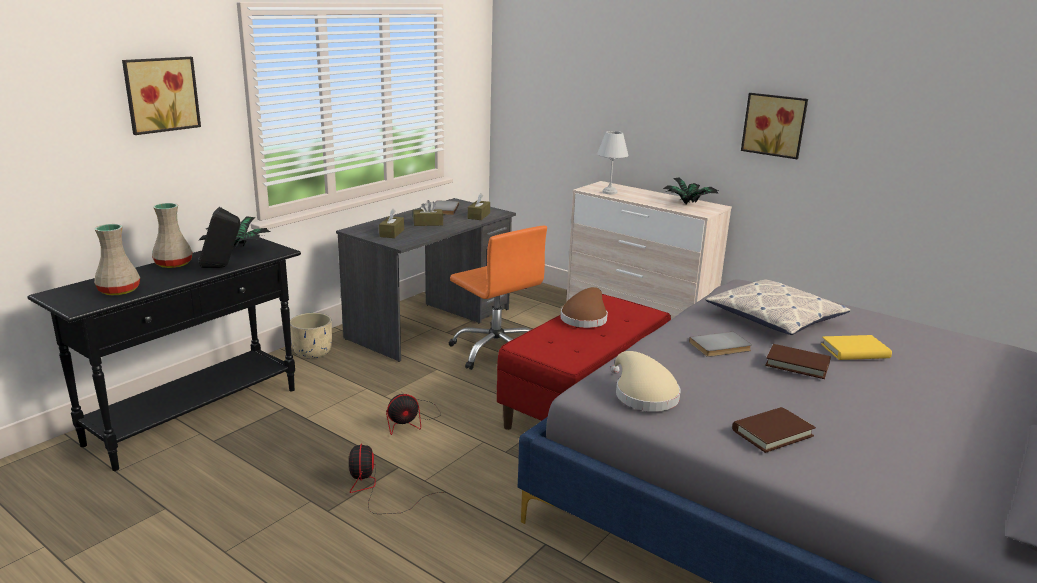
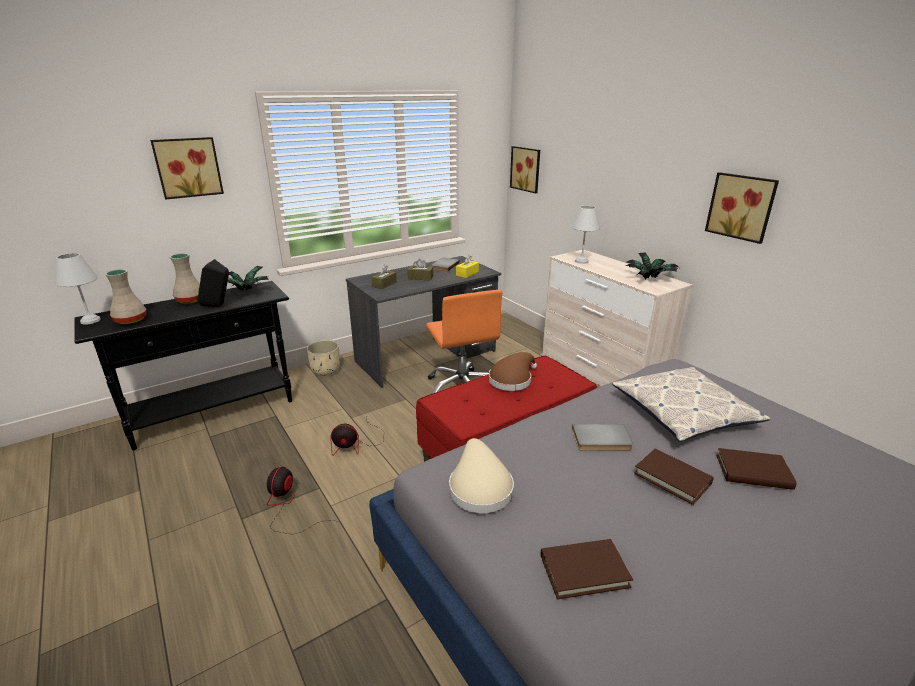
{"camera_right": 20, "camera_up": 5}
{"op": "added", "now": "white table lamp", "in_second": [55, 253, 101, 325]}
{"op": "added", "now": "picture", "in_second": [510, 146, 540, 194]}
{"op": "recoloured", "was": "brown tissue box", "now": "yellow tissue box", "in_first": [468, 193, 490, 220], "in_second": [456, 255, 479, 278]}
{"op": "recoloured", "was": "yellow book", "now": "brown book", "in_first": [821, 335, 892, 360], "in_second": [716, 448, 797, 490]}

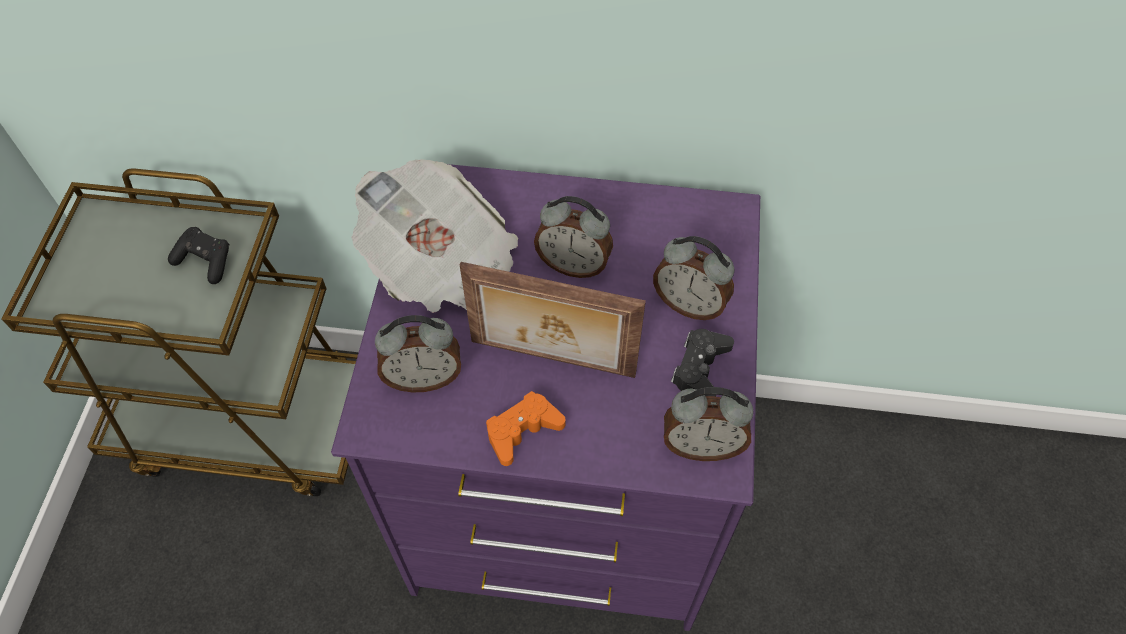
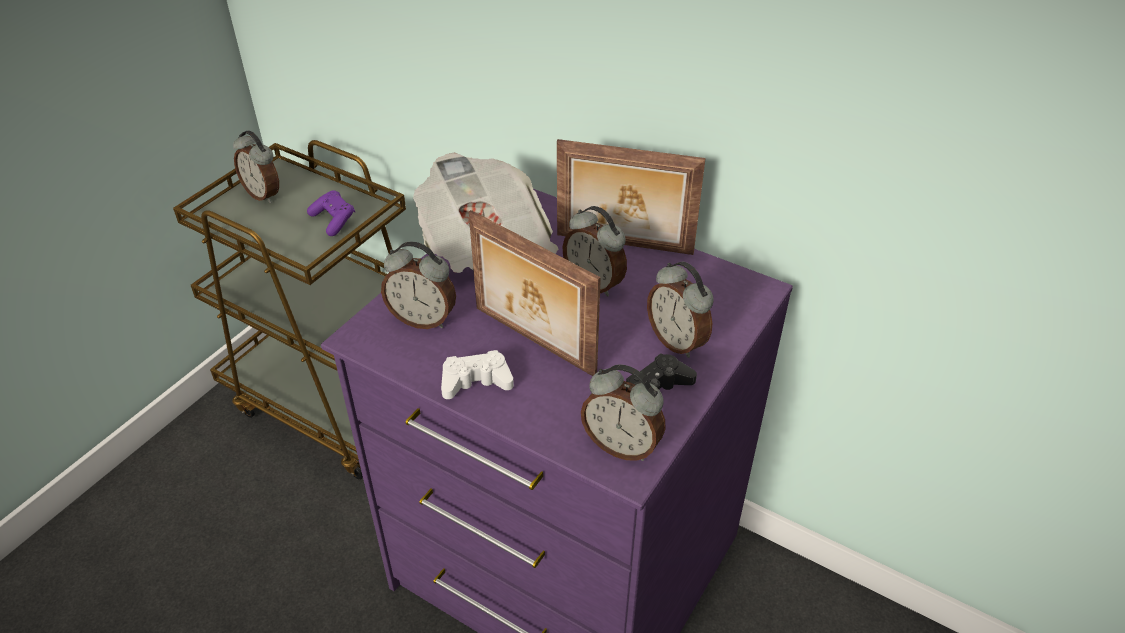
{"camera_right": 25, "camera_up": -15}
{"op": "added", "now": "alarm clock", "in_second": [233, 130, 279, 203]}
{"op": "added", "now": "picture frame", "in_second": [557, 139, 706, 255]}
{"op": "recoloured", "was": "black game controller", "now": "purple game controller", "in_first": [168, 227, 229, 284], "in_second": [307, 190, 355, 236]}
{"op": "recoloured", "was": "orange game controller", "now": "white game controller", "in_first": [486, 391, 565, 466], "in_second": [441, 350, 514, 399]}

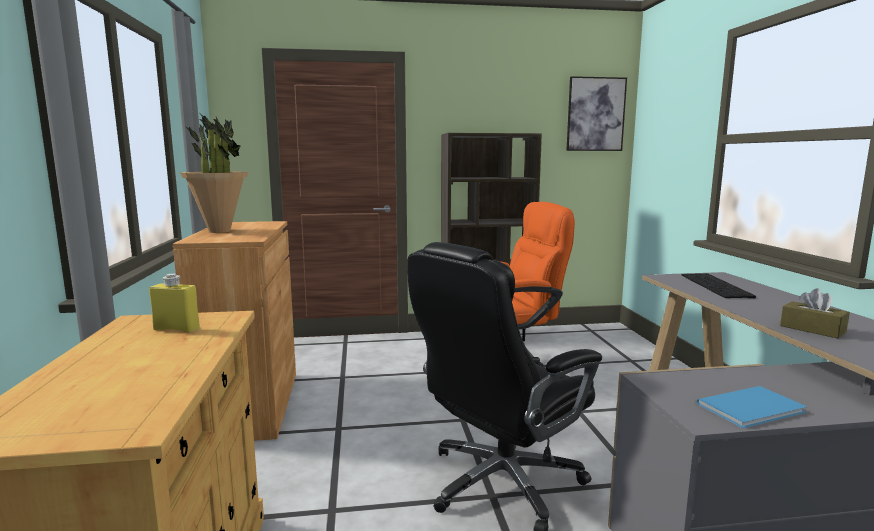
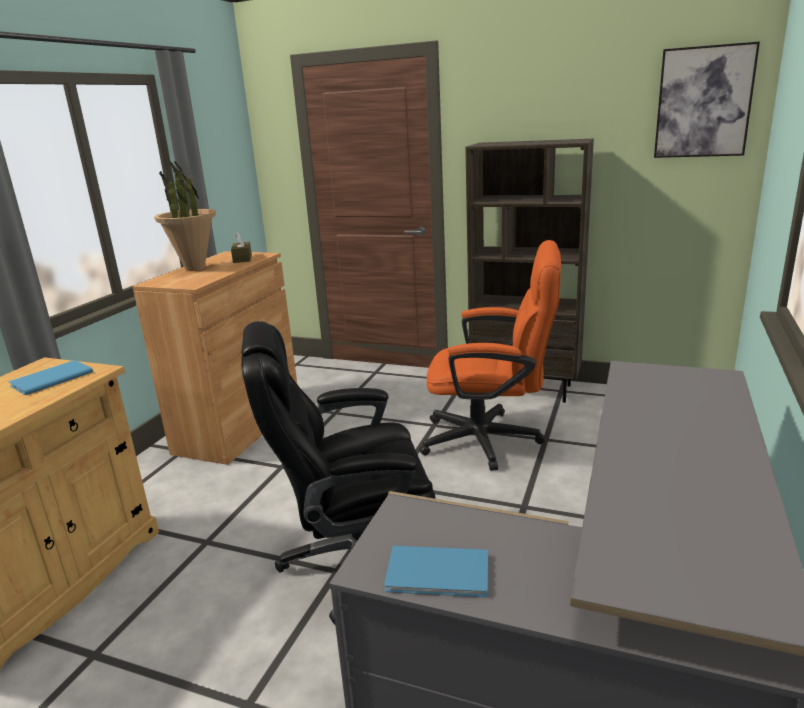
{"camera_right": 30, "camera_up": 10}
{"op": "removed", "was": "keyboard", "in_first": [682, 273, 756, 298]}
{"op": "moved", "was": "brown tissue box", "in_first": [780, 288, 850, 338], "in_second": [231, 232, 252, 263]}
{"op": "replaced", "was": "yellow bottle", "now": "blue book", "in_first": [149, 273, 200, 332], "in_second": [9, 360, 93, 395]}

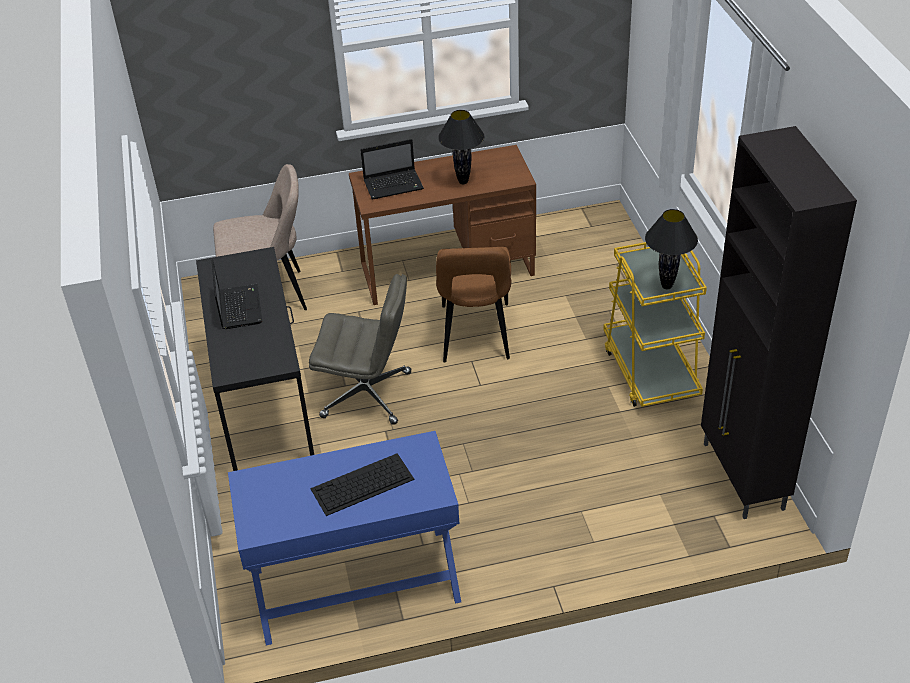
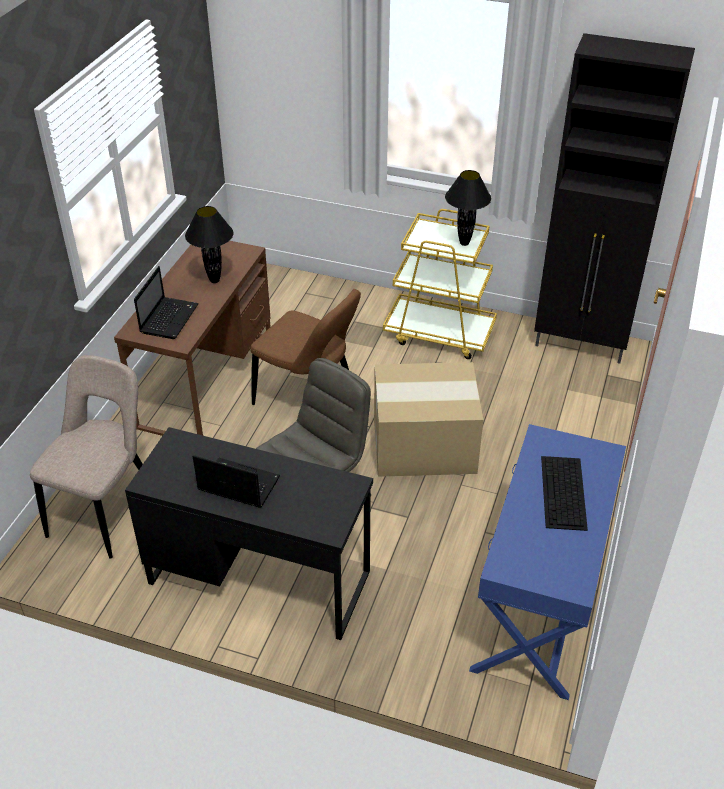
{"camera_right": -60, "camera_up": 0}
{"op": "added", "now": "cardboard box", "in_second": [374, 362, 483, 477]}

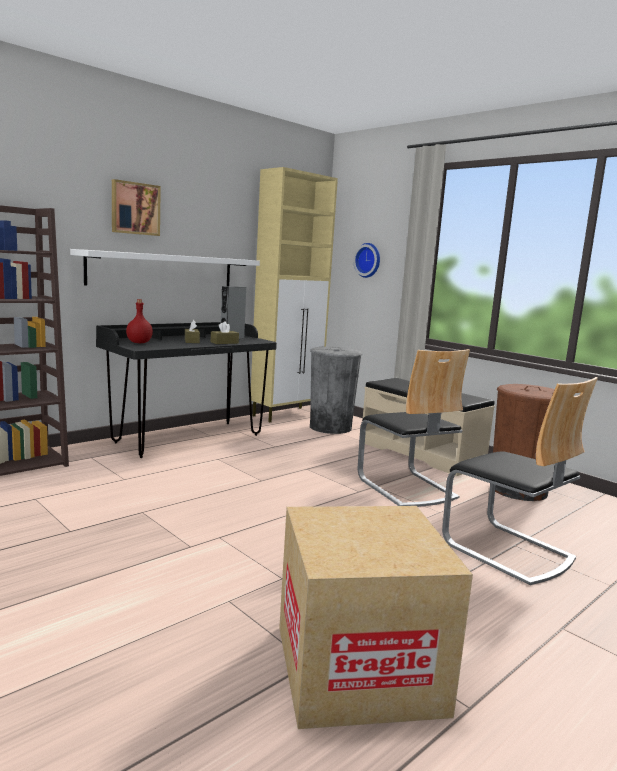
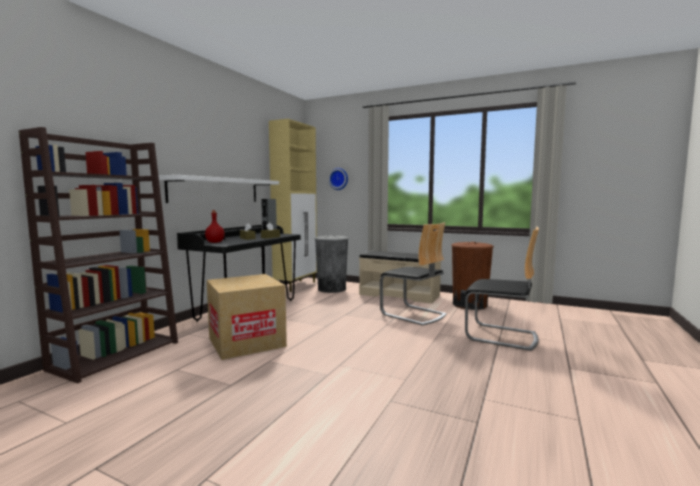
{"camera_right": -20, "camera_up": -5}
{"op": "removed", "was": "picture", "in_first": [112, 179, 161, 236]}
{"op": "moved", "was": "cardboard box", "in_first": [279, 506, 473, 729], "in_second": [207, 274, 287, 360]}

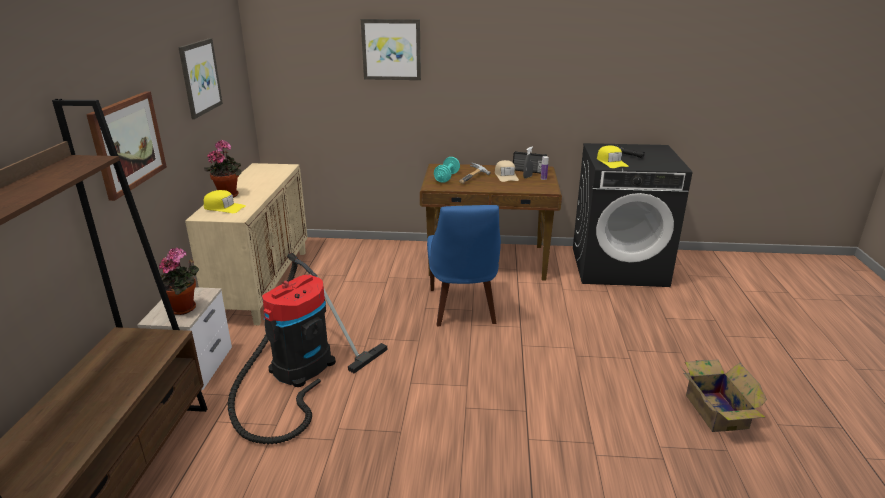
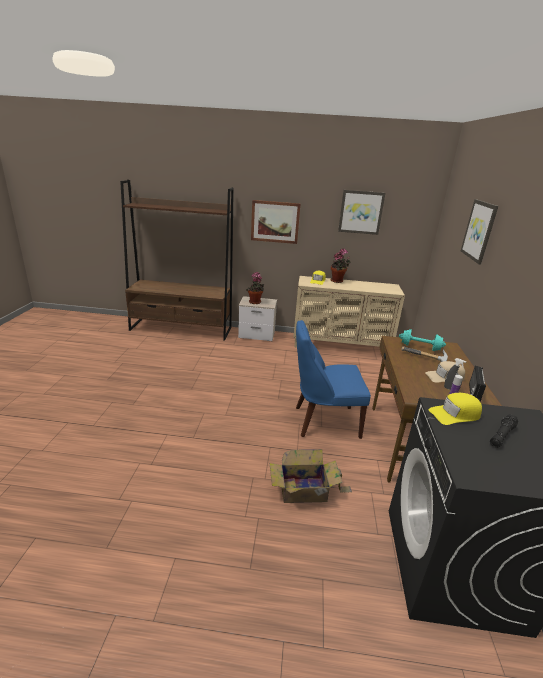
{"camera_right": 90, "camera_up": 0}
{"op": "removed", "was": "vacuum cleaner", "in_first": [227, 253, 387, 444]}
{"op": "moved", "was": "cardboard box", "in_first": [681, 360, 767, 432], "in_second": [270, 449, 352, 503]}

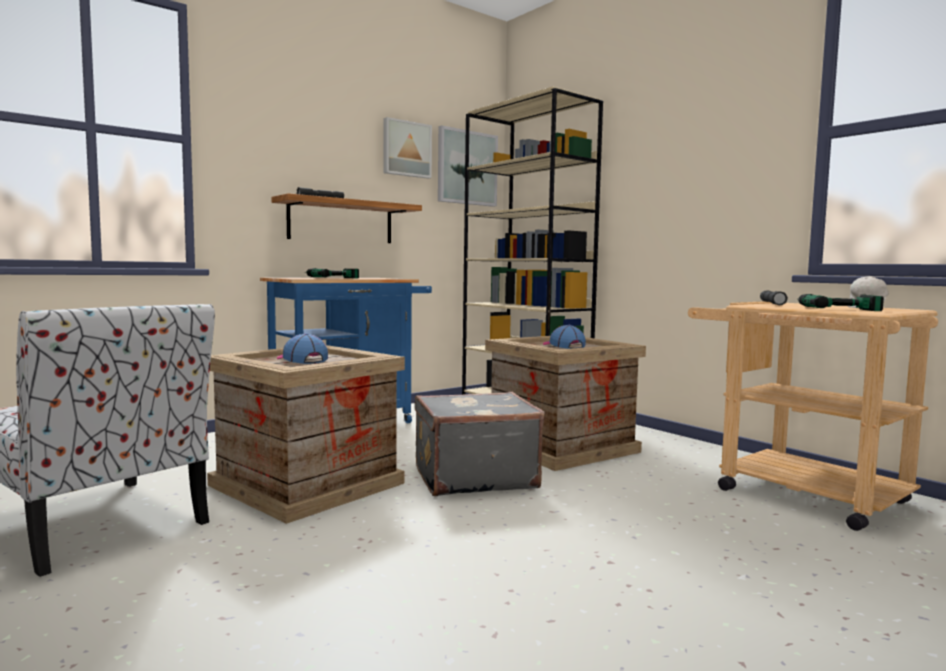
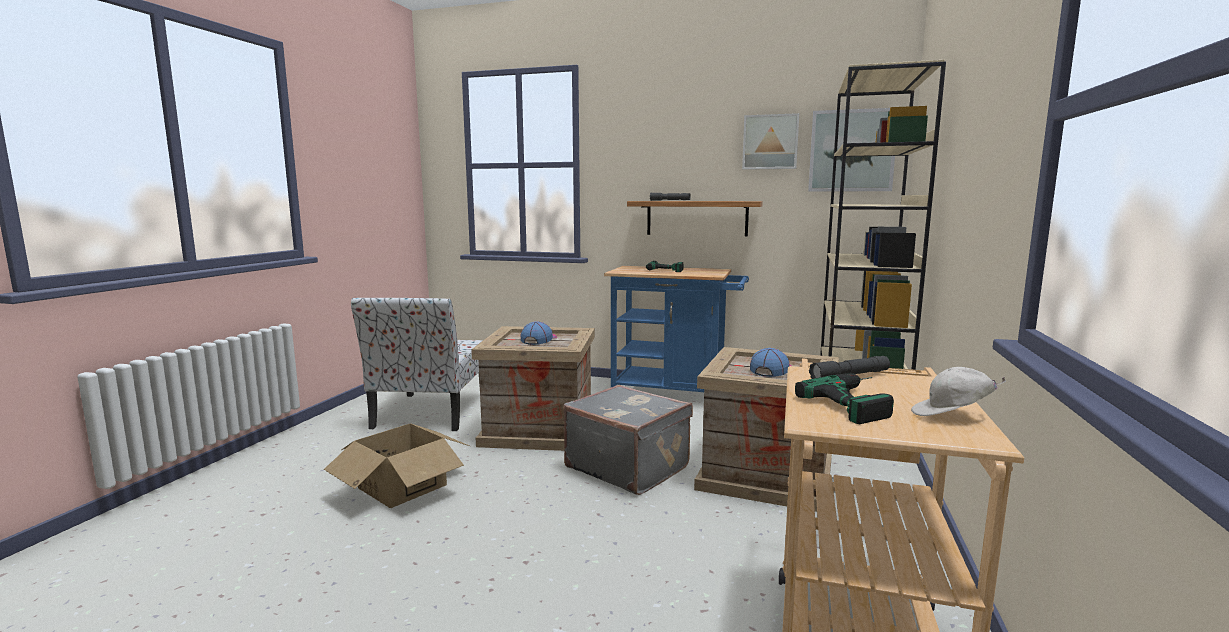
{"camera_right": 55, "camera_up": 5}
{"op": "added", "now": "cardboard box", "in_second": [324, 424, 469, 508]}

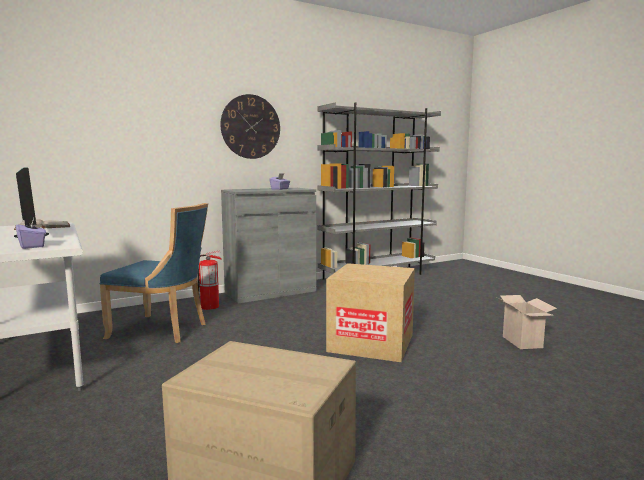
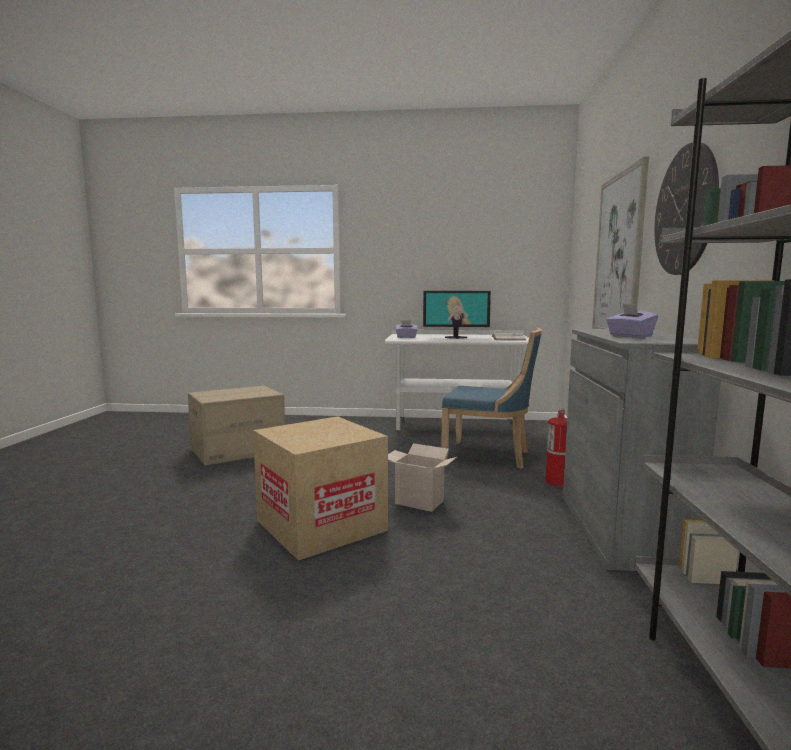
{"camera_right": 125, "camera_up": 0}
{"op": "added", "now": "picture", "in_second": [592, 157, 649, 329]}
{"op": "moved", "was": "cardboard box", "in_first": [497, 295, 557, 349], "in_second": [388, 443, 457, 512]}
{"op": "turned", "was": "blue chair", "in_first": [100, 203, 208, 343], "in_second": [441, 327, 542, 469], "clockwise": -120}

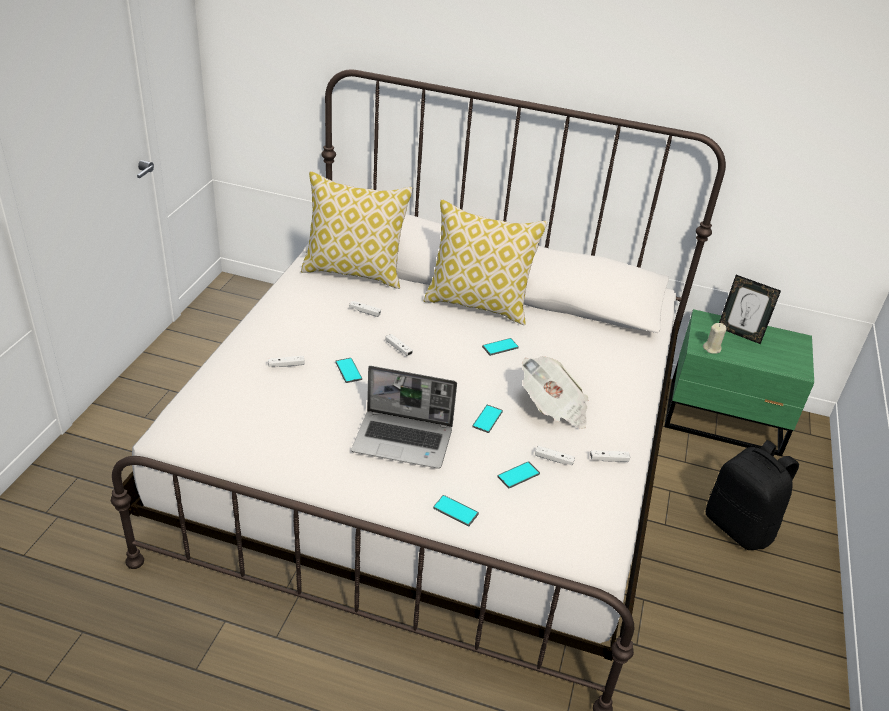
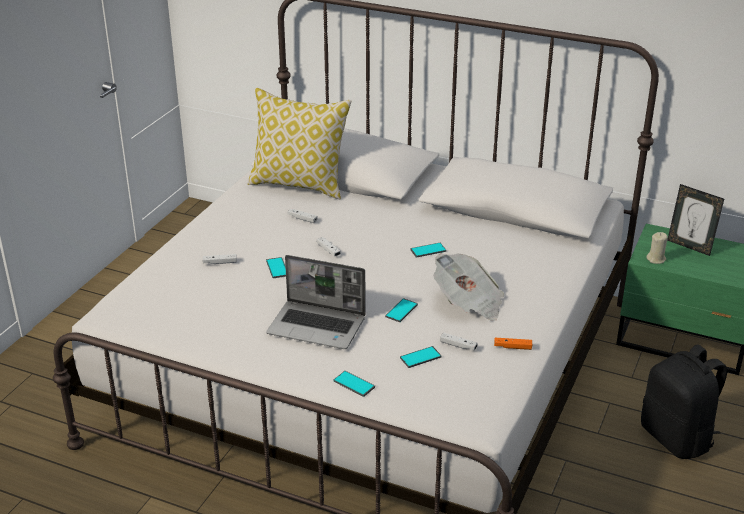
{"camera_right": 10, "camera_up": -5}
{"op": "removed", "was": "pillow", "in_first": [424, 199, 548, 325]}
{"op": "recoloured", "was": "white game controller", "now": "orange game controller", "in_first": [590, 450, 630, 462], "in_second": [494, 338, 532, 350]}

